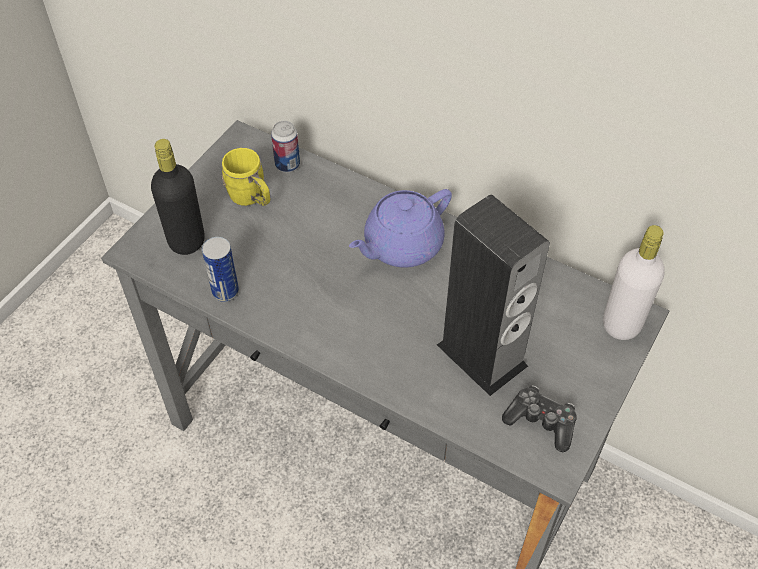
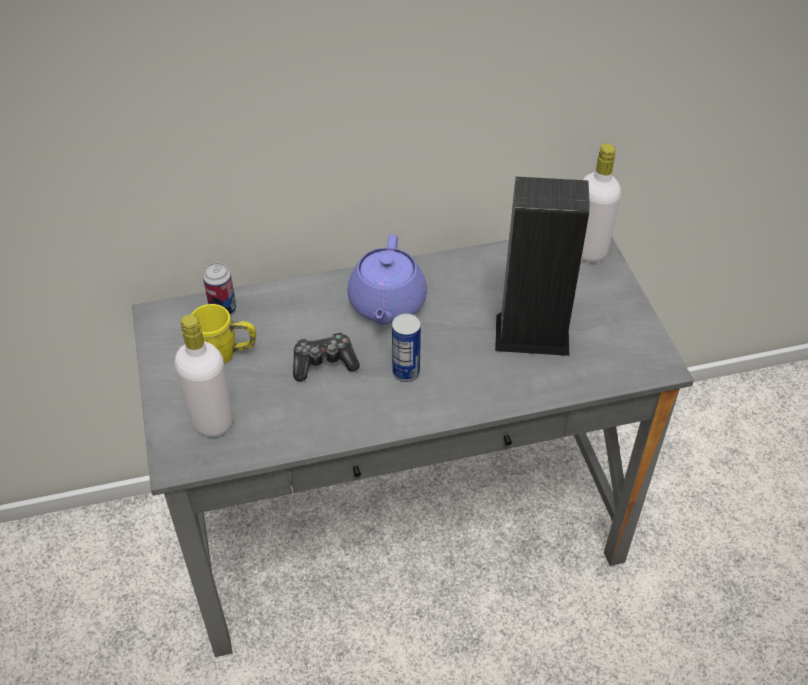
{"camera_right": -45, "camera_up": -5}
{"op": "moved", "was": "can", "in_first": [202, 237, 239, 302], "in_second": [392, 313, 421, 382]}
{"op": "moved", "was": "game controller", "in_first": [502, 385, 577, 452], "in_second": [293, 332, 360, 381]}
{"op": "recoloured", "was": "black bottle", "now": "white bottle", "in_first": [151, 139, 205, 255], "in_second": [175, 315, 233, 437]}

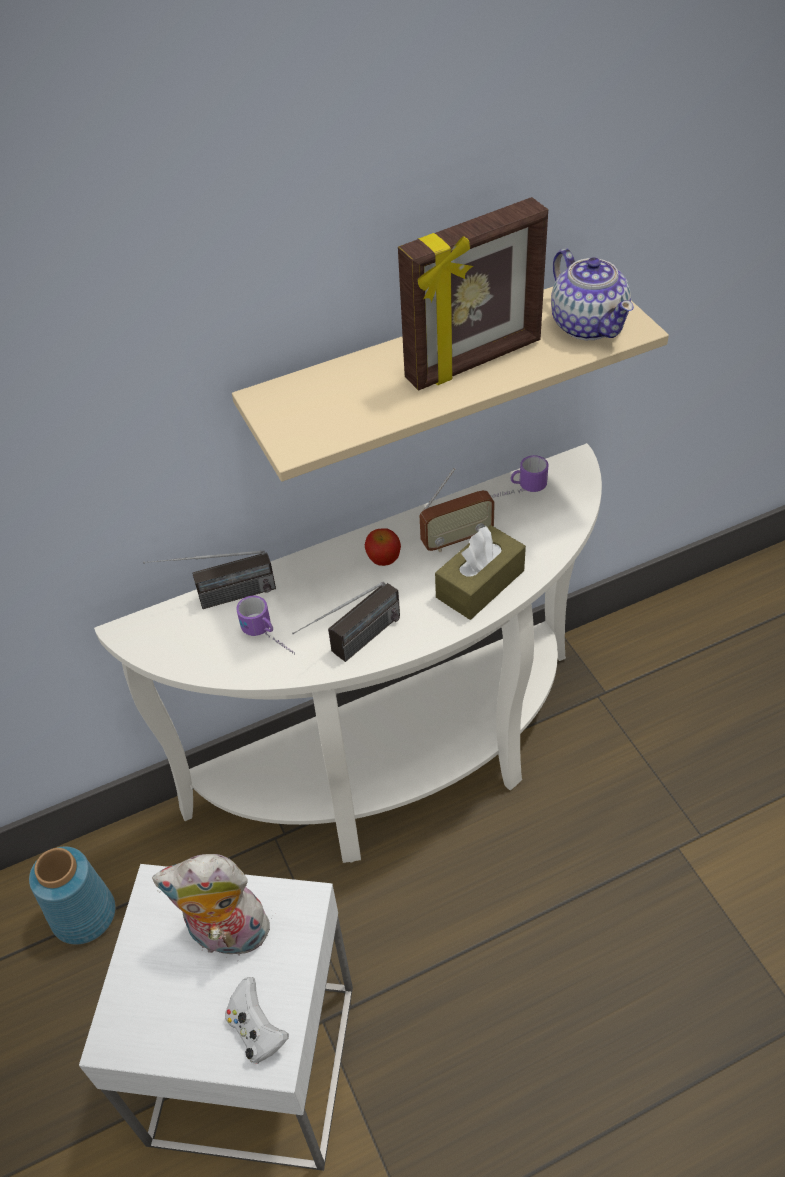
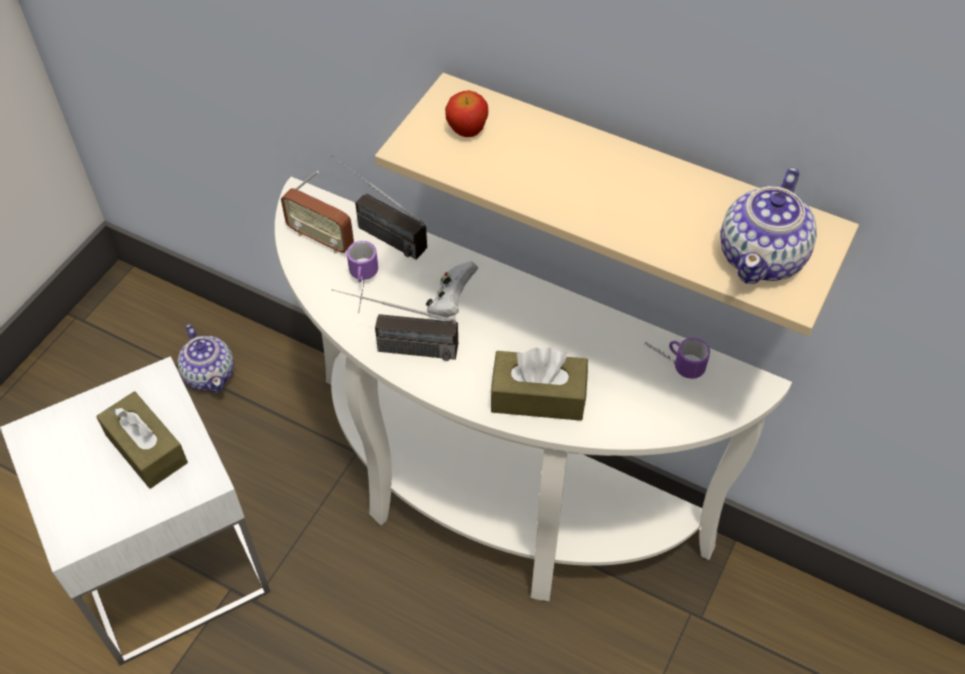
{"camera_right": 50, "camera_up": 5}
{"op": "removed", "was": "picture frame", "in_first": [398, 197, 548, 391]}
{"op": "moved", "was": "white game controller", "in_first": [225, 977, 289, 1064], "in_second": [426, 261, 478, 318]}
{"op": "moved", "was": "apple", "in_first": [365, 528, 401, 566], "in_second": [445, 90, 488, 137]}
{"op": "moved", "was": "radio", "in_first": [420, 468, 495, 552], "in_second": [281, 171, 354, 254]}
{"op": "replaced", "was": "blue vase", "now": "teapot", "in_first": [29, 847, 116, 945], "in_second": [178, 324, 234, 393]}
{"op": "replaced", "was": "plush toy", "now": "brown tissue box", "in_first": [152, 854, 272, 956], "in_second": [96, 391, 188, 489]}

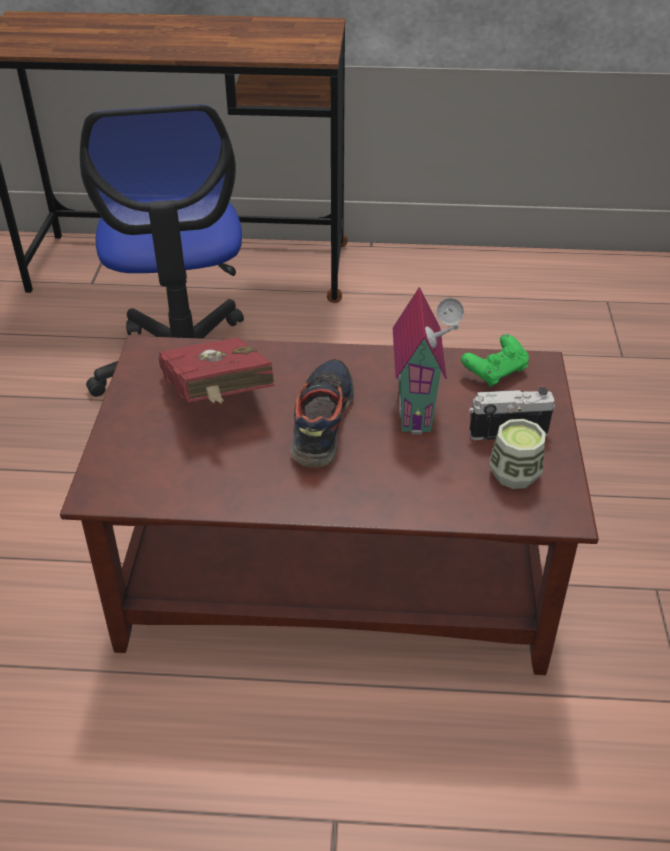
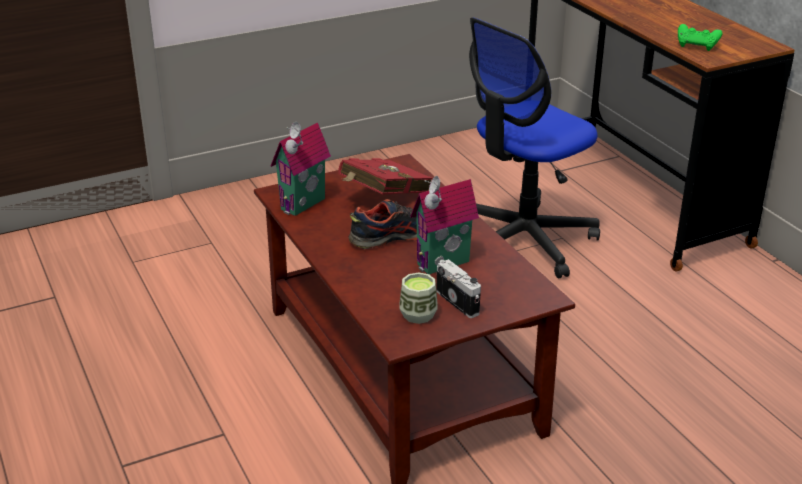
{"camera_right": 60, "camera_up": -10}
{"op": "added", "now": "toy house", "in_second": [270, 122, 331, 216]}
{"op": "moved", "was": "green game controller", "in_first": [461, 334, 529, 387], "in_second": [678, 24, 723, 51]}

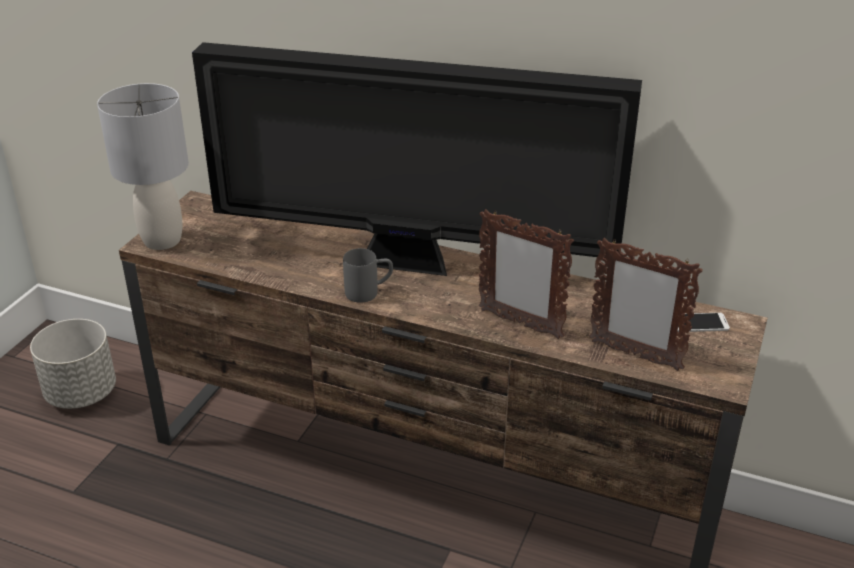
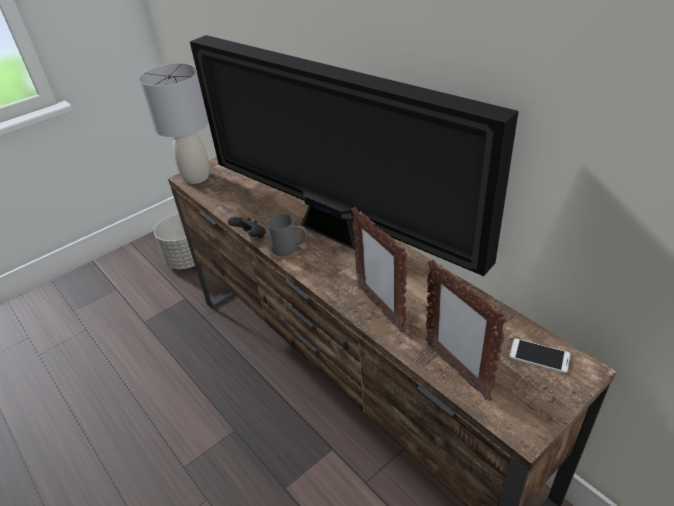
{"camera_right": 30, "camera_up": 5}
{"op": "added", "now": "black game controller", "in_second": [228, 217, 266, 238]}

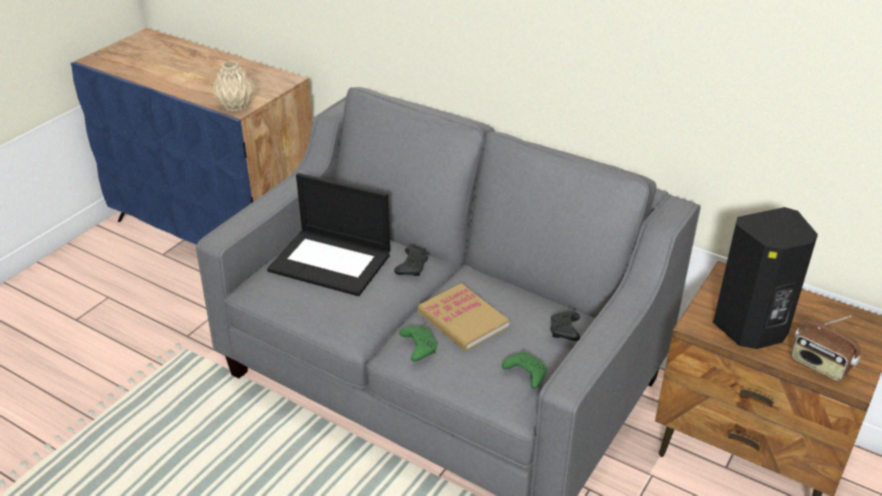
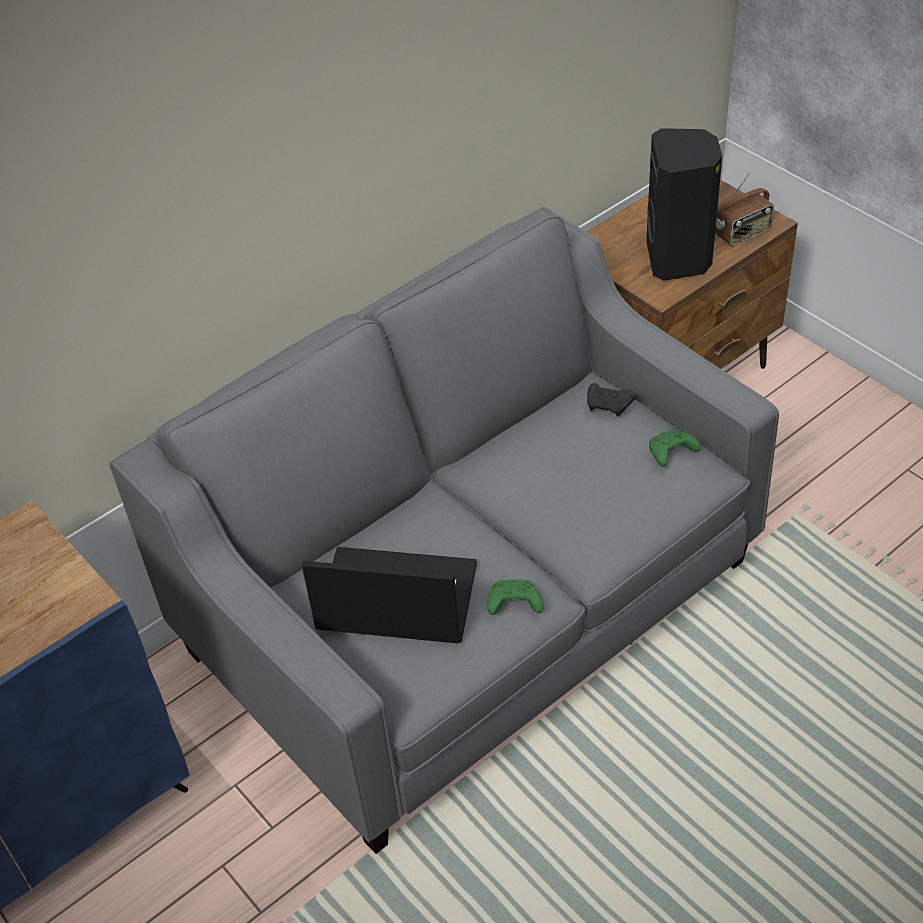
{"camera_right": -70, "camera_up": 10}
{"op": "removed", "was": "beige vase", "in_first": [212, 61, 255, 112]}
{"op": "removed", "was": "black game controller", "in_first": [394, 247, 428, 276]}
{"op": "removed", "was": "book", "in_first": [418, 283, 509, 351]}
{"op": "moved", "was": "green game controller", "in_first": [399, 326, 437, 361], "in_second": [487, 579, 544, 615]}
{"op": "turned", "was": "laptop", "in_first": [267, 173, 390, 296], "in_second": [302, 547, 477, 643], "clockwise": -120}

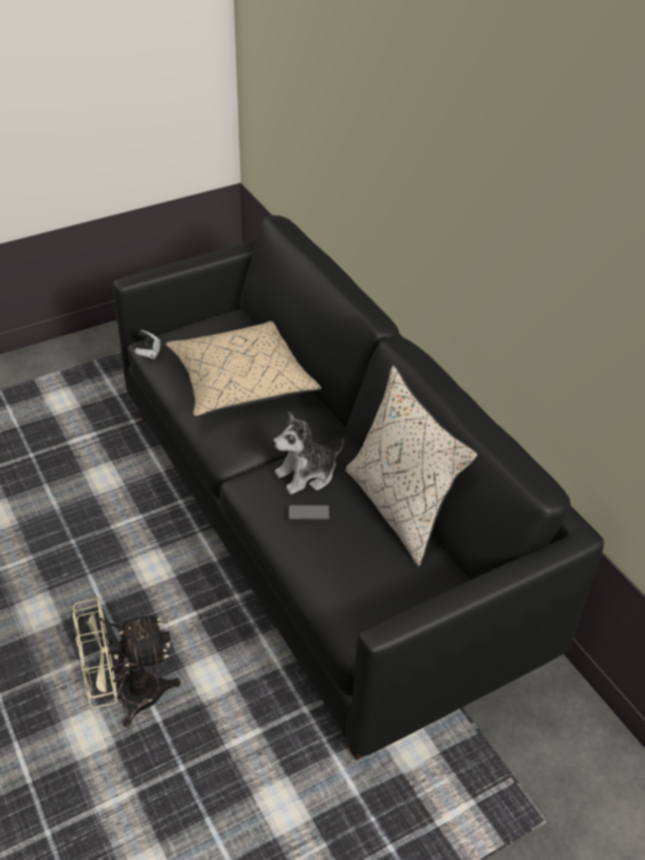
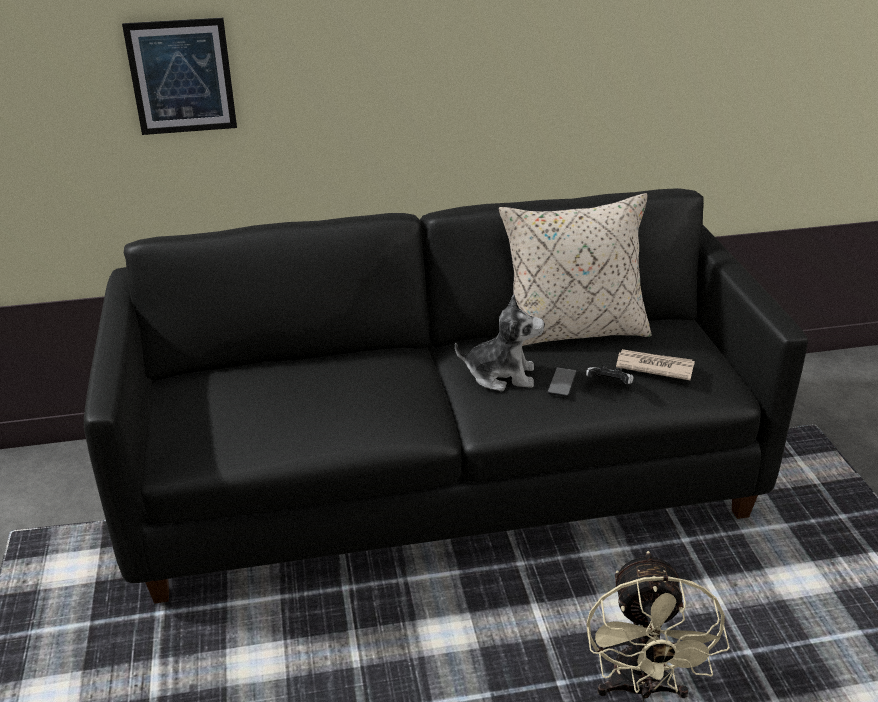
{"camera_right": -70, "camera_up": -10}
{"op": "removed", "was": "beige pillow", "in_first": [166, 321, 322, 417]}
{"op": "added", "now": "picture", "in_second": [122, 18, 237, 135]}
{"op": "added", "now": "newspaper", "in_second": [616, 349, 695, 380]}
{"op": "moved", "was": "game controller", "in_first": [134, 330, 161, 360], "in_second": [586, 365, 634, 384]}
{"op": "turned", "was": "plush toy", "in_first": [273, 412, 344, 494], "in_second": [455, 295, 545, 391], "clockwise": -75}

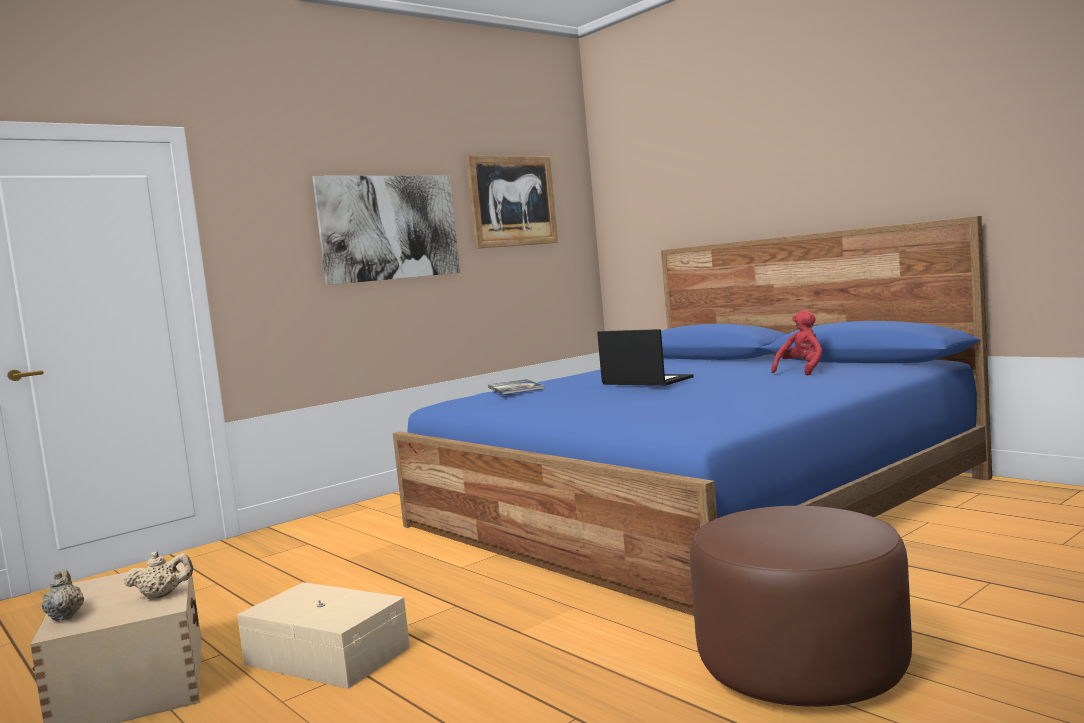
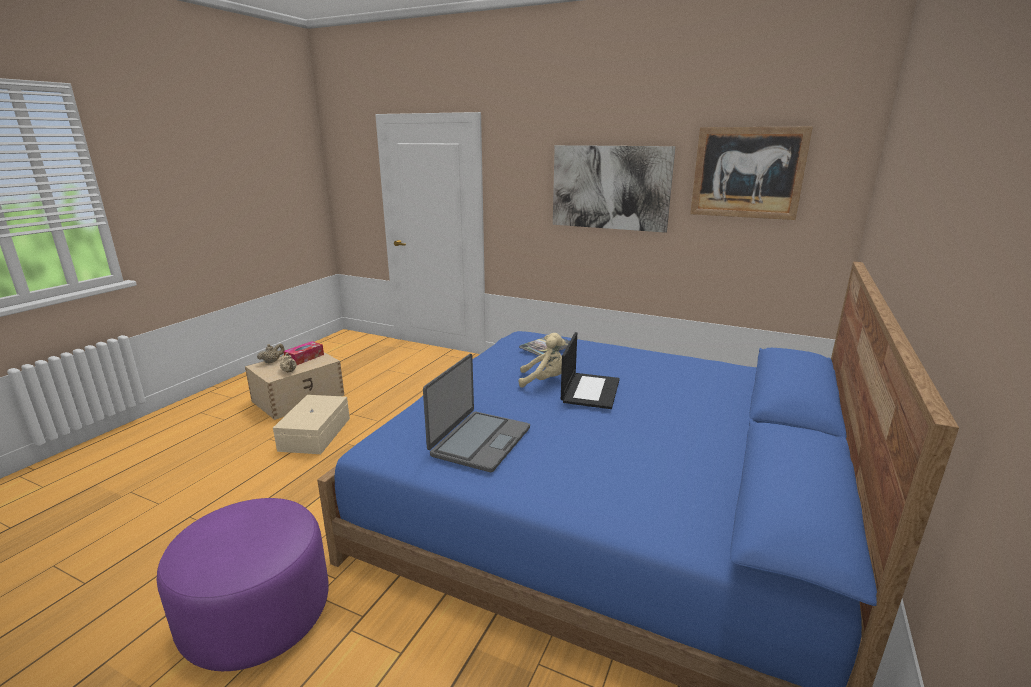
{"camera_right": 65, "camera_up": 15}
{"op": "removed", "was": "red plush toy", "in_first": [771, 310, 823, 376]}
{"op": "added", "now": "tissue box", "in_second": [283, 341, 324, 365]}
{"op": "added", "now": "laptop", "in_second": [423, 354, 530, 472]}
{"op": "added", "now": "beige plush toy", "in_second": [519, 333, 566, 388]}
{"op": "recoloured", "was": "brown ottoman", "now": "purple ottoman", "in_first": [690, 506, 912, 707], "in_second": [157, 498, 329, 671]}

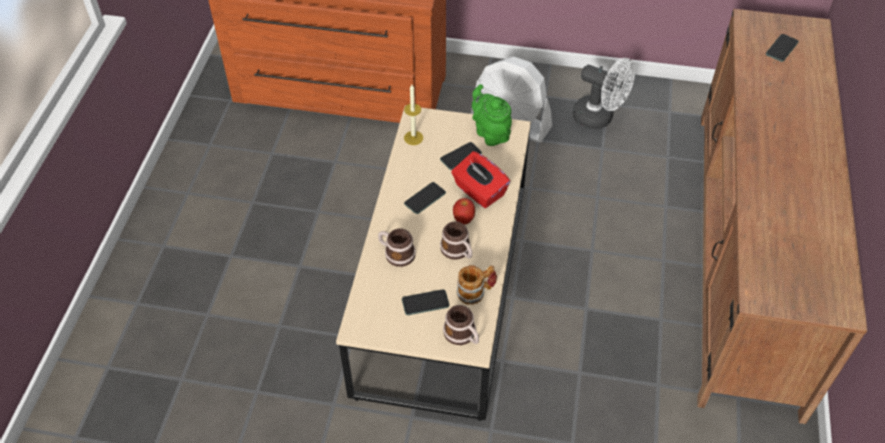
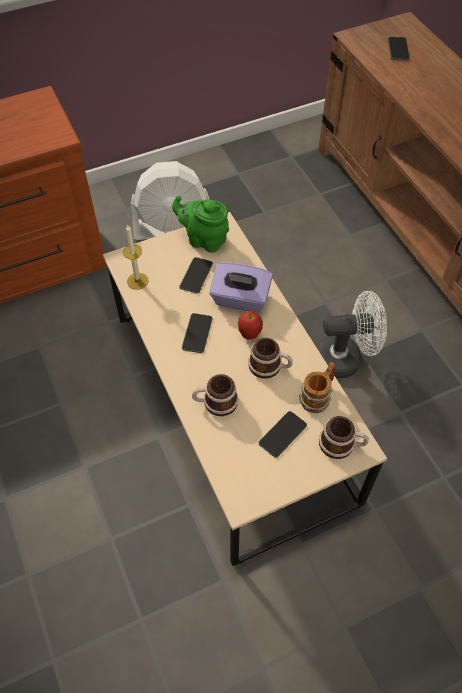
{"camera_right": -35, "camera_up": 5}
{"op": "moved", "was": "white fan", "in_first": [573, 58, 635, 129], "in_second": [316, 291, 387, 378]}
{"op": "recoloured", "was": "red tissue box", "now": "purple tissue box", "in_first": [451, 151, 510, 208], "in_second": [209, 262, 273, 313]}

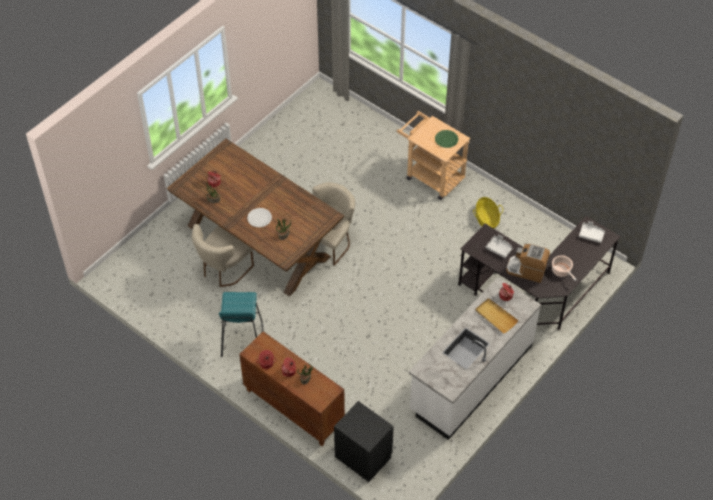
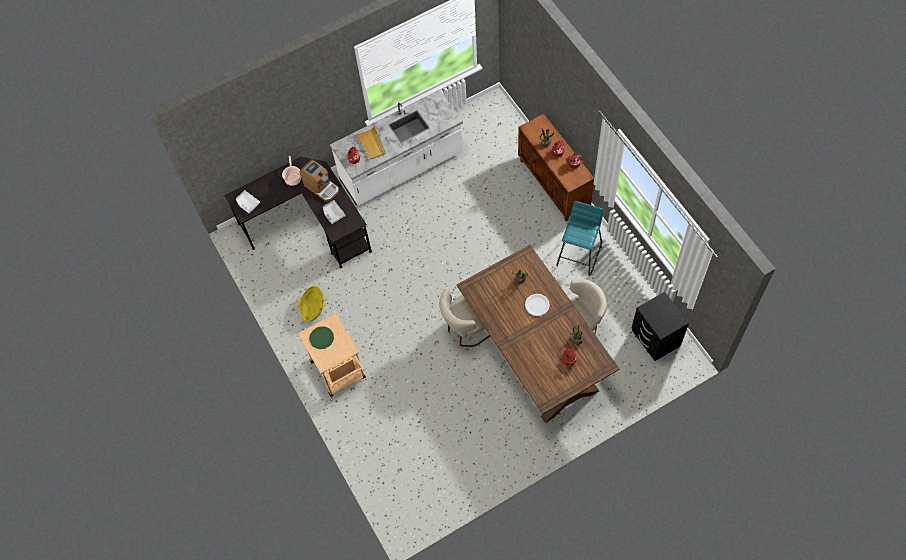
{"camera_right": -155, "camera_up": 10}
{"op": "moved", "was": "black nightstand", "in_first": [334, 401, 394, 482], "in_second": [632, 292, 689, 361]}

